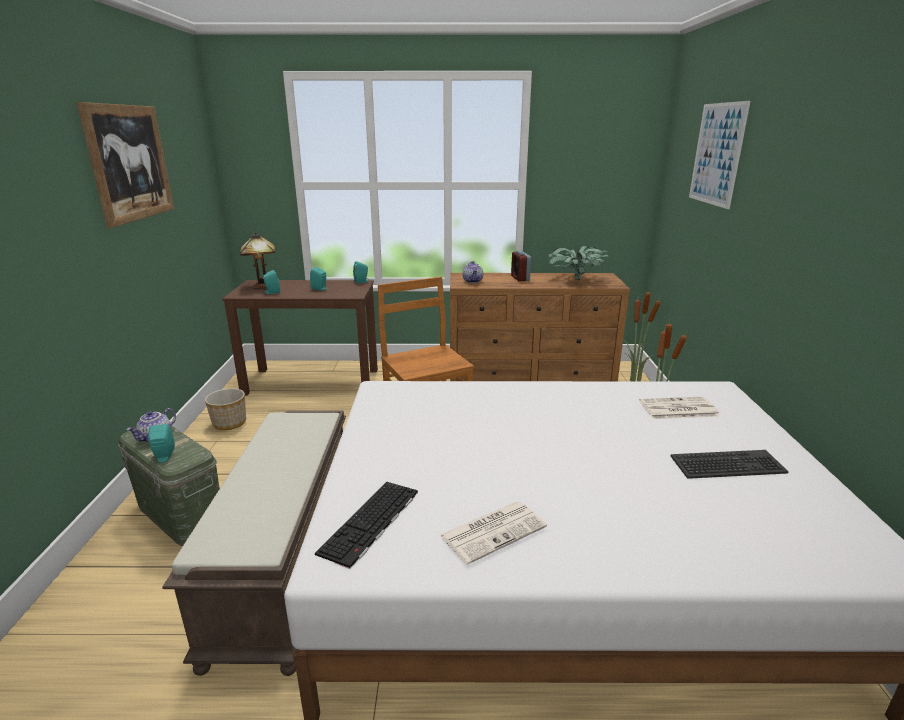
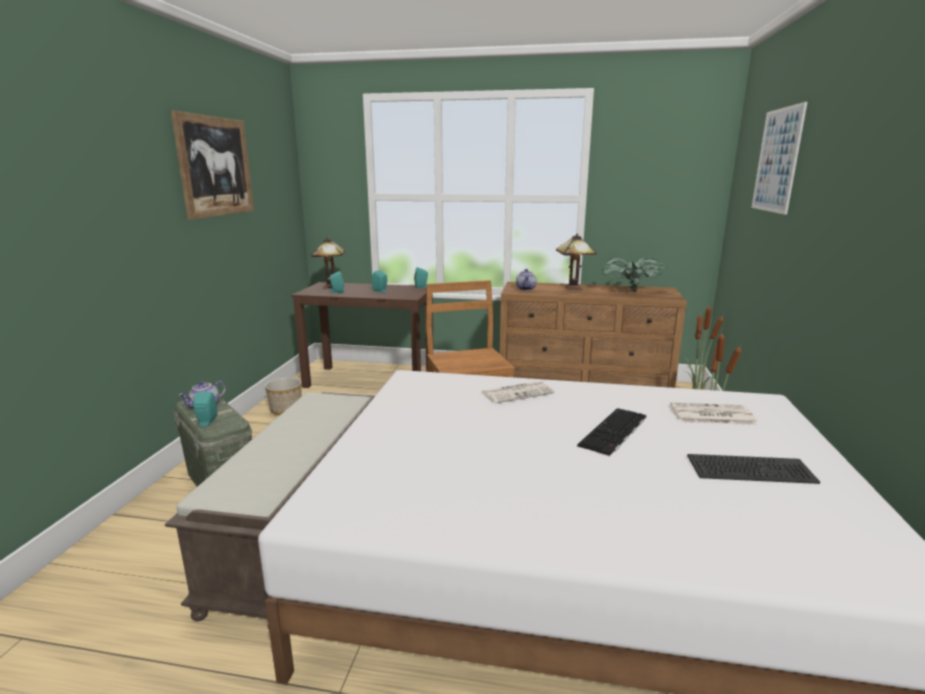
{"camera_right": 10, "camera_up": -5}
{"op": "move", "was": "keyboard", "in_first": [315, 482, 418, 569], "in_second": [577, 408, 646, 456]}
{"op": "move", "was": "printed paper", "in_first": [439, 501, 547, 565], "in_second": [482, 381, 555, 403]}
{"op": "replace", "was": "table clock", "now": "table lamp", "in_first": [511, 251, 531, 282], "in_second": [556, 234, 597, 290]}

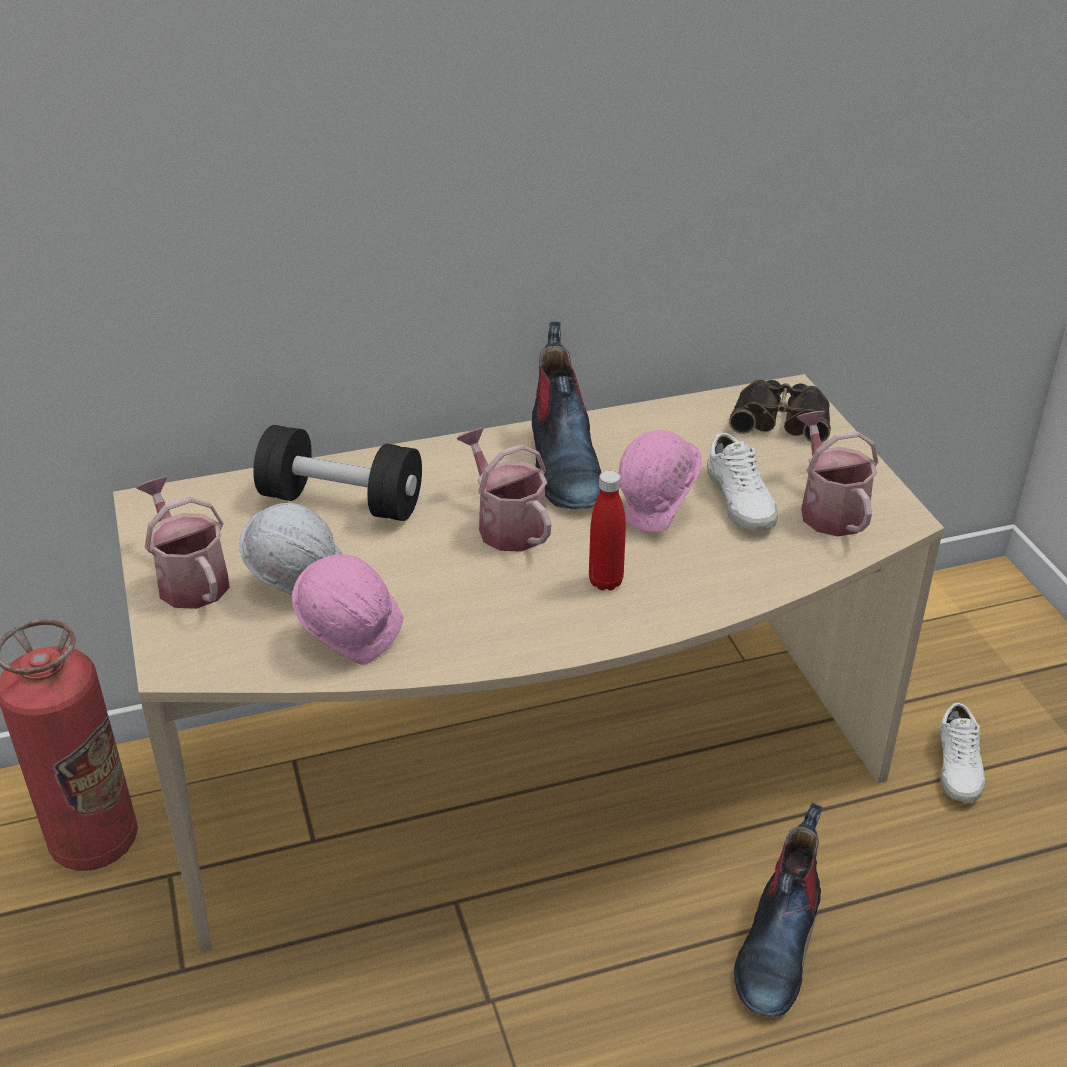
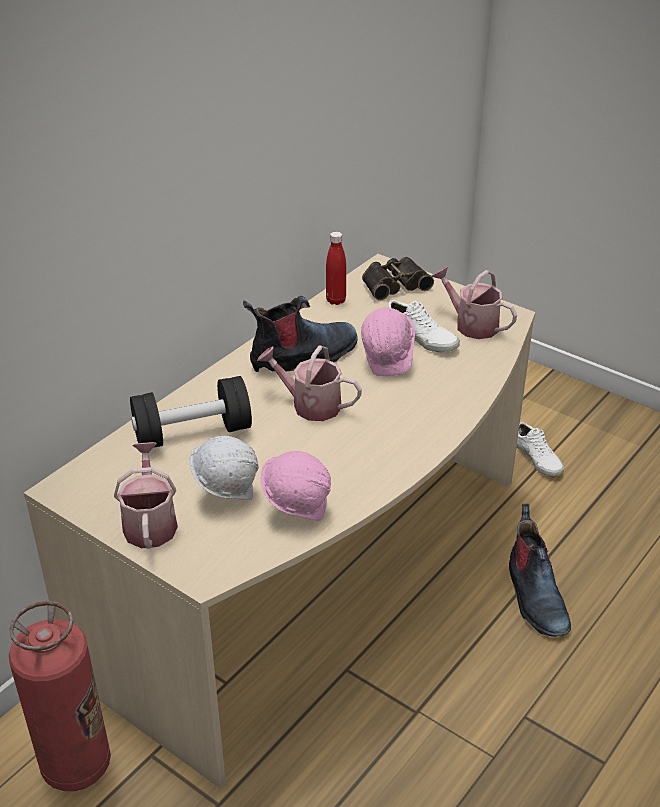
{"camera_right": -35, "camera_up": 0}
{"op": "move", "was": "red-coloured drink bottle", "in_first": [589, 471, 626, 590], "in_second": [326, 232, 346, 305]}
{"op": "rotate", "was": "sprinkling can", "in_first": [137, 477, 230, 609], "in_second": [114, 442, 178, 549], "clockwise": 60}
{"op": "rotate", "was": "tall boot", "in_first": [532, 322, 601, 510], "in_second": [243, 296, 358, 372], "clockwise": -75}

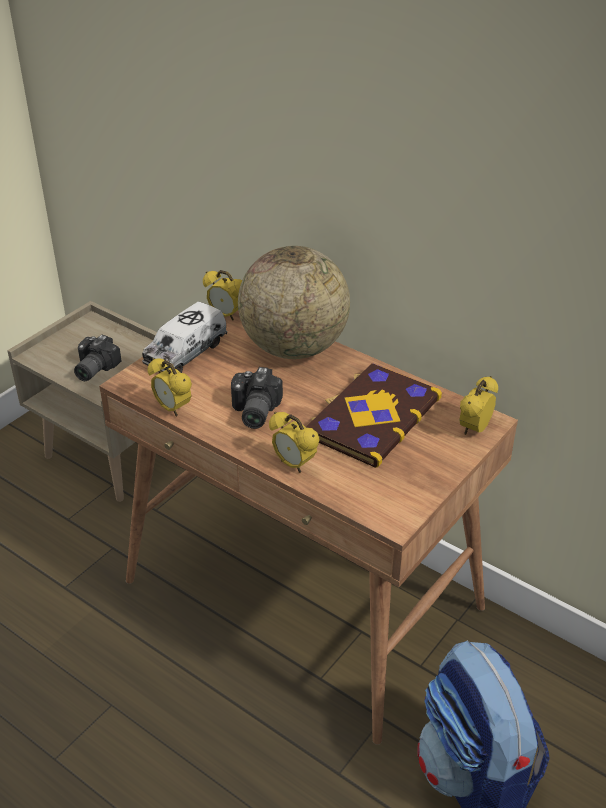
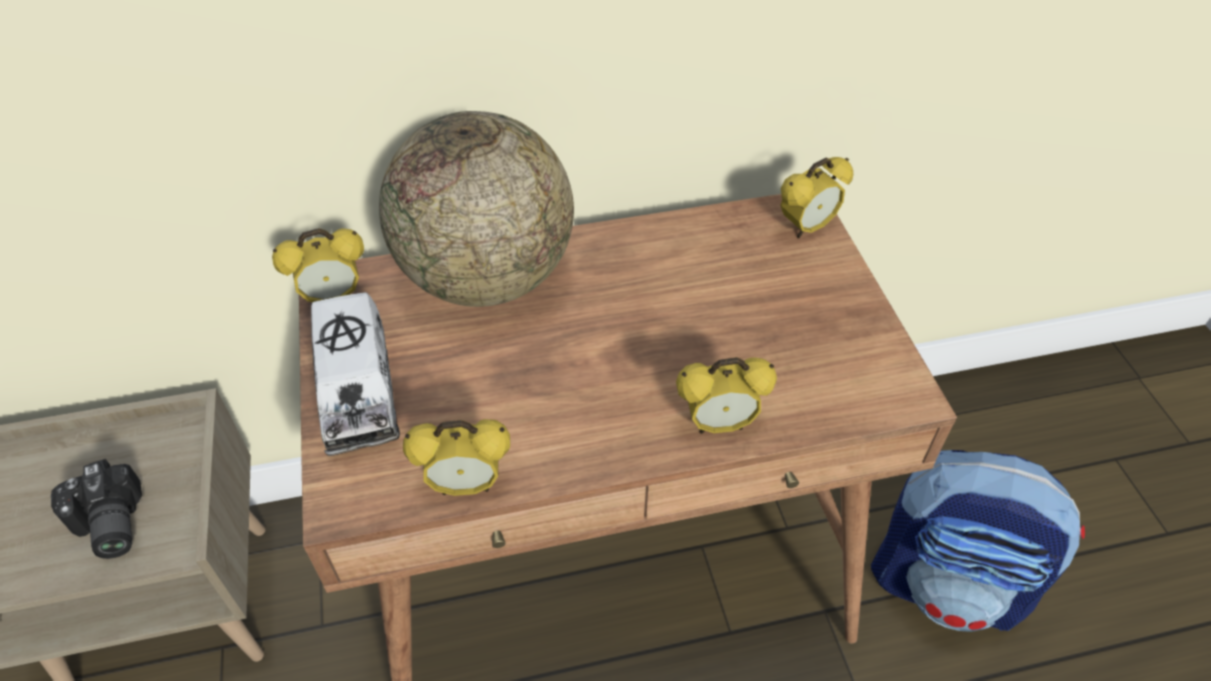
{"camera_right": -50, "camera_up": 10}
{"op": "delete", "was": "photo camera", "in_first": [231, 367, 283, 429]}
{"op": "delete", "was": "volume", "in_first": [306, 363, 442, 468]}
{"op": "rotate", "was": "table clock", "in_first": [459, 376, 498, 435], "in_second": [780, 157, 853, 238], "clockwise": -105}

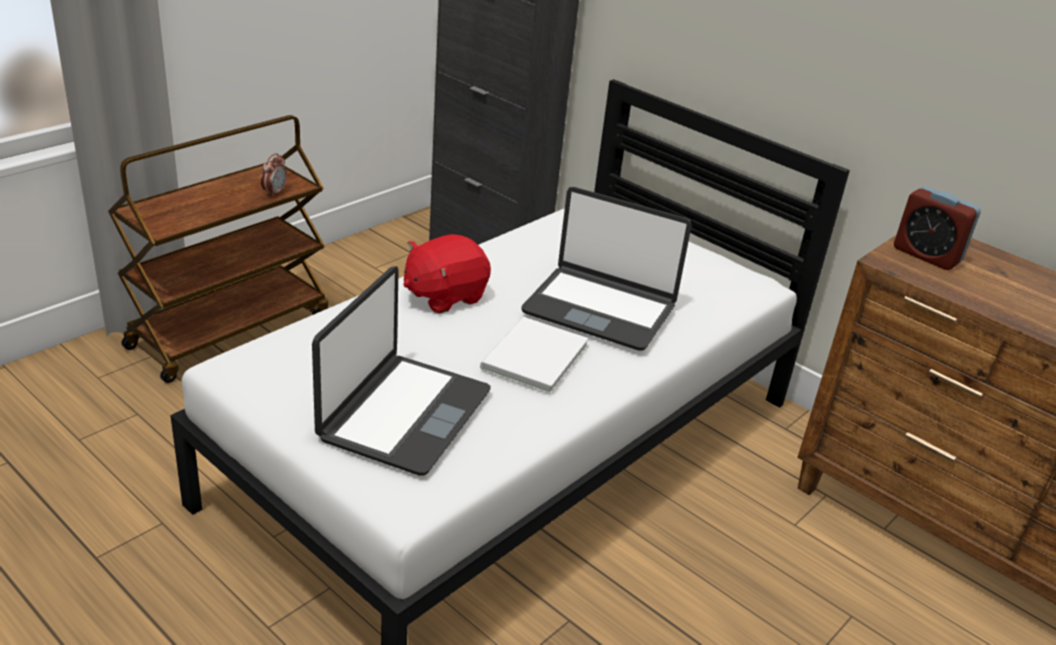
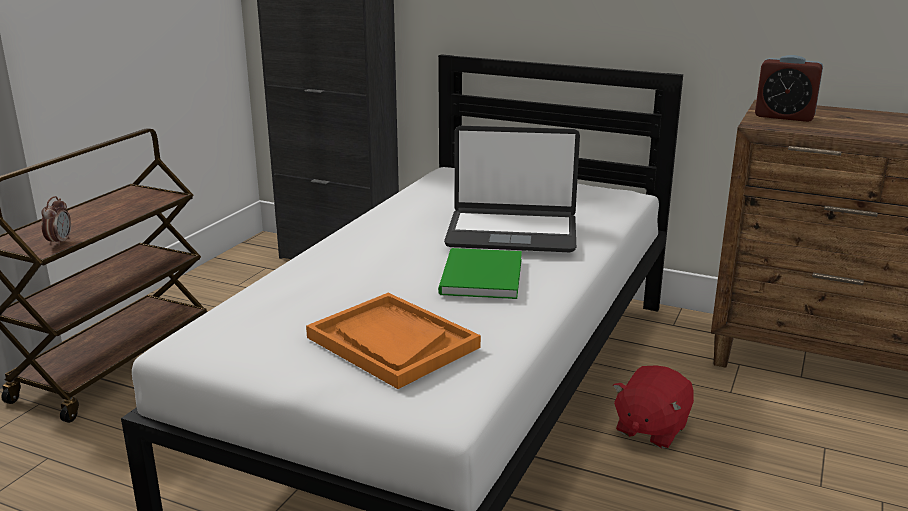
{"camera_right": -15, "camera_up": -10}
{"op": "move", "was": "table clock", "in_first": [261, 153, 287, 197], "in_second": [41, 196, 71, 246]}
{"op": "move", "was": "red-coloured plush toy", "in_first": [403, 234, 491, 314], "in_second": [613, 365, 694, 448]}
{"op": "replace", "was": "laptop", "now": "orange carrying tray", "in_first": [312, 266, 491, 476], "in_second": [306, 293, 481, 389]}
{"op": "recolor", "was": "whitish volume", "now": "greenish volume", "in_first": [480, 317, 589, 394], "in_second": [438, 248, 522, 299]}

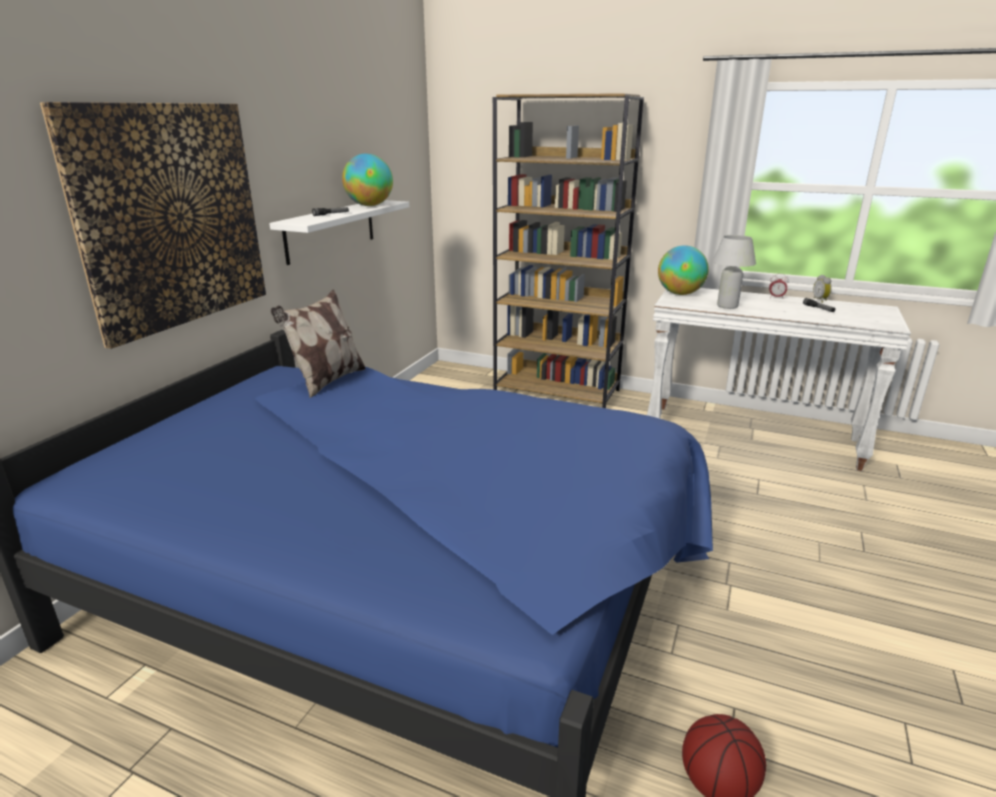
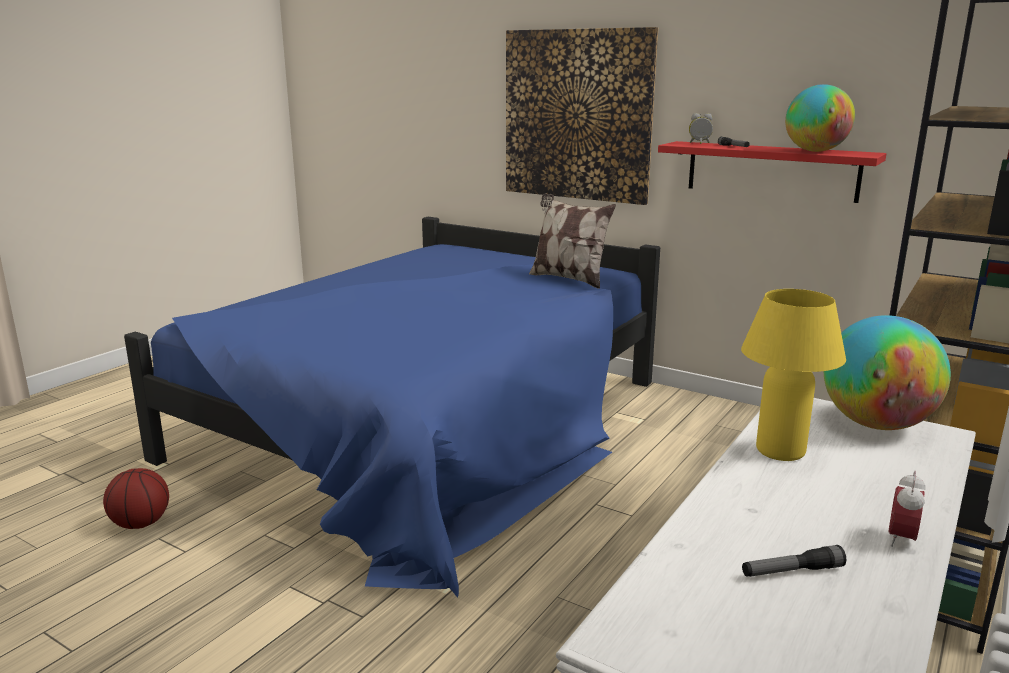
{"camera_right": 100, "camera_up": -5}
{"op": "move", "was": "table clock", "in_first": [813, 275, 832, 303], "in_second": [689, 113, 713, 144]}
{"op": "recolor", "was": "whitish bracket shelf", "now": "red-coloured bracket shelf", "in_first": [269, 200, 409, 265], "in_second": [658, 141, 886, 203]}
{"op": "recolor", "was": "whitish table lamp", "now": "yellow table lamp", "in_first": [712, 235, 756, 309], "in_second": [741, 289, 846, 461]}

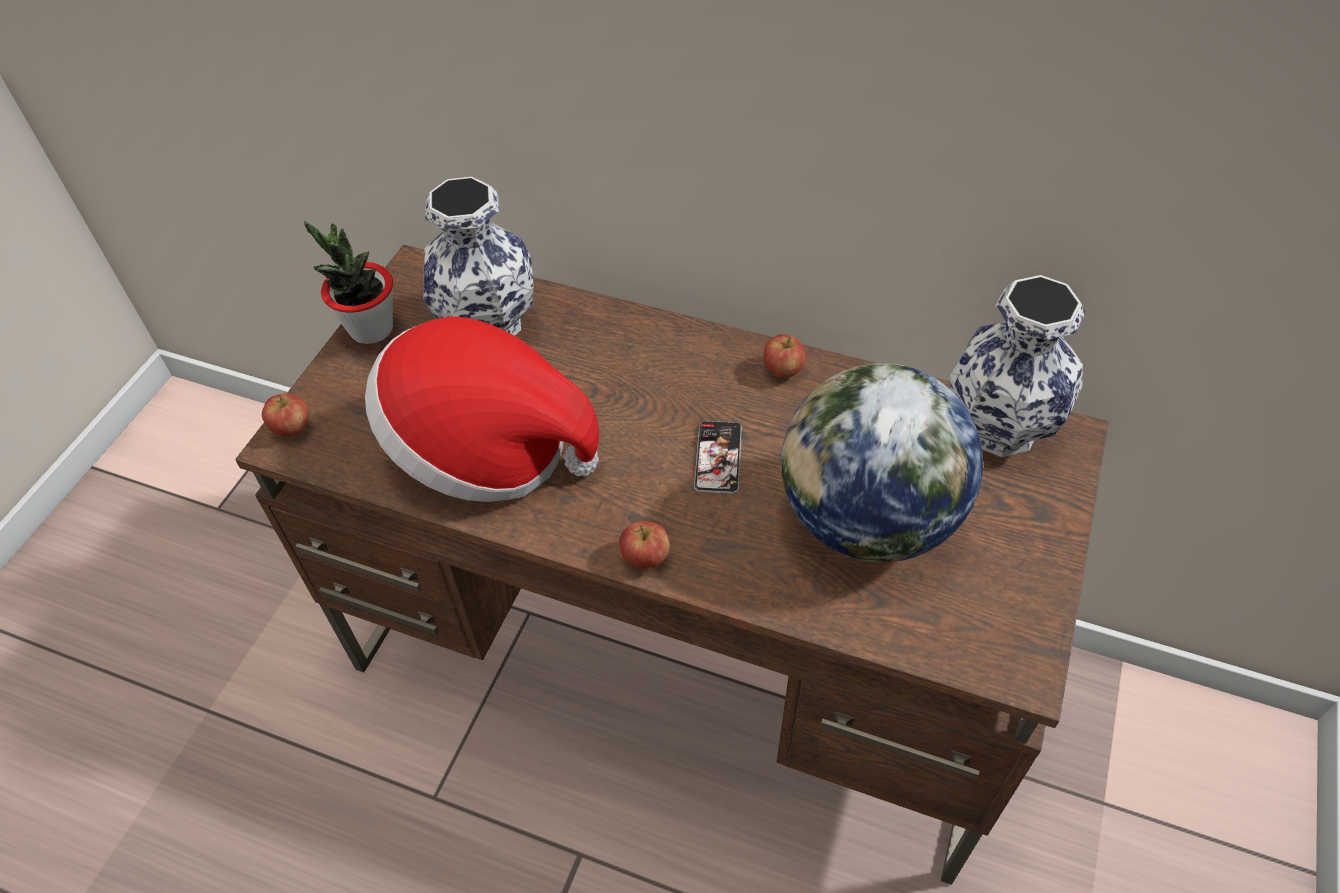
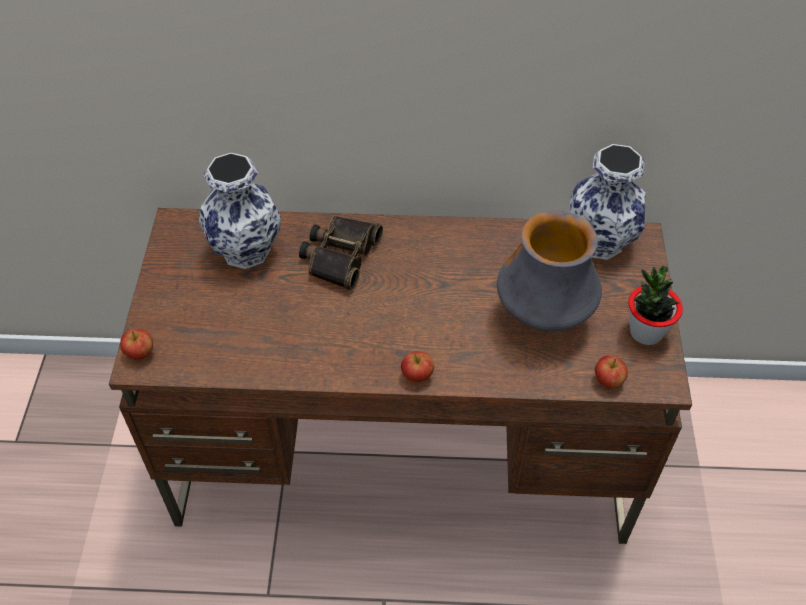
{"camera_right": -20, "camera_up": 0}
{"op": "delete", "was": "hat", "in_first": [365, 316, 599, 502]}
{"op": "delete", "was": "handset", "in_first": [694, 421, 742, 494]}
{"op": "insert", "now": "pair of binoculars", "in_second": [299, 216, 383, 290]}
{"op": "move", "was": "plant in a pot", "in_first": [304, 221, 393, 344], "in_second": [628, 266, 683, 345]}
{"op": "move", "was": "whole apple", "in_first": [764, 334, 806, 378], "in_second": [595, 356, 628, 388]}
{"op": "replace", "was": "globe", "now": "vase", "in_first": [781, 363, 983, 562], "in_second": [497, 211, 602, 331]}

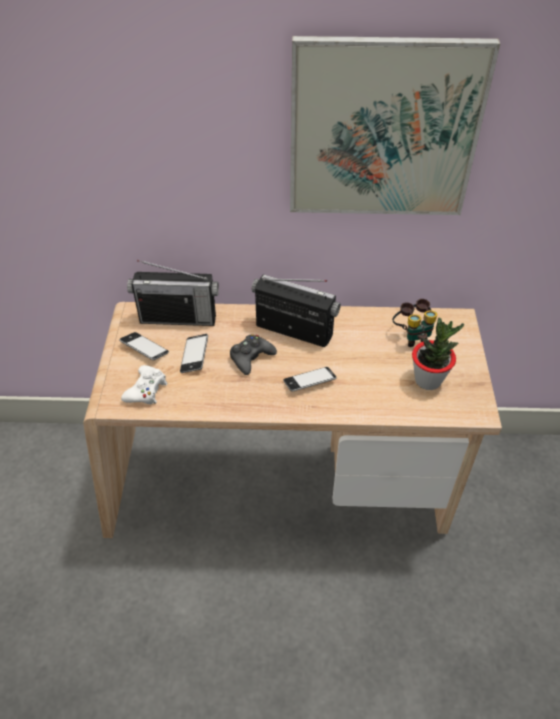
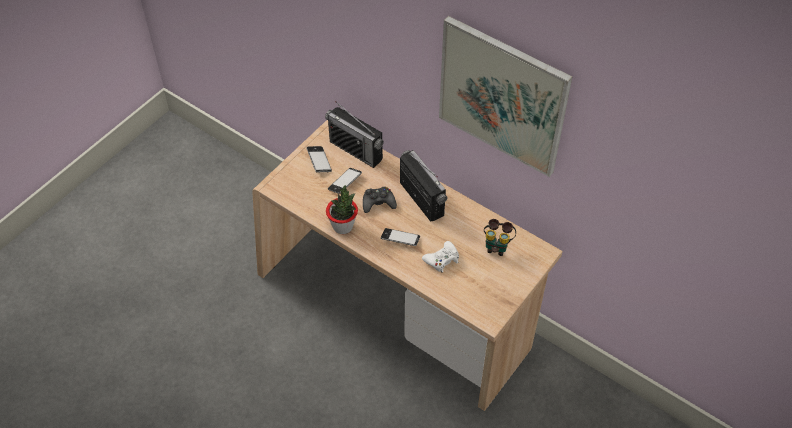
{"camera_right": 35, "camera_up": 5}
{"op": "move", "was": "whitish gamepad", "in_first": [121, 365, 167, 404], "in_second": [422, 241, 459, 273]}
{"op": "move", "was": "plant in a pot", "in_first": [412, 317, 464, 390], "in_second": [326, 185, 358, 234]}

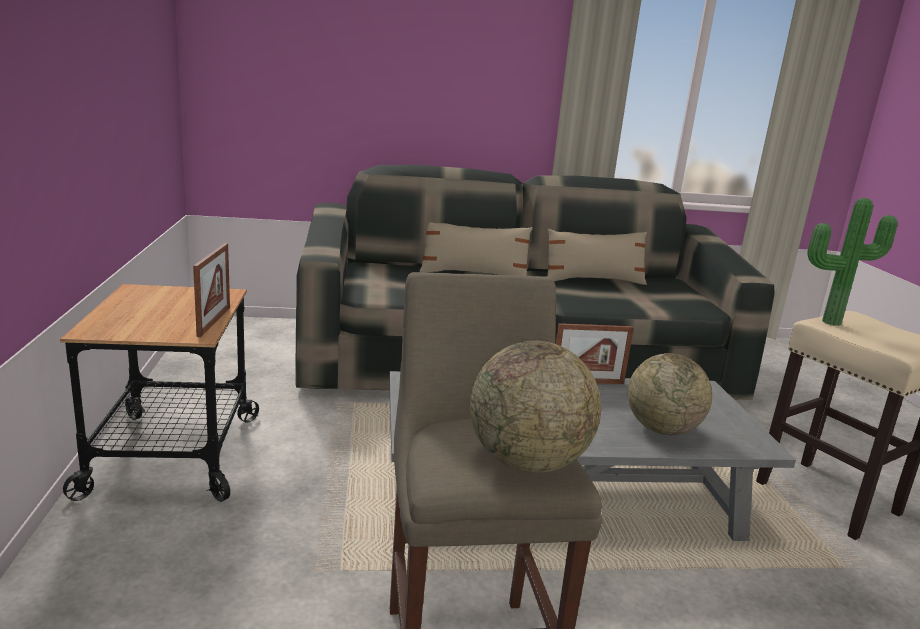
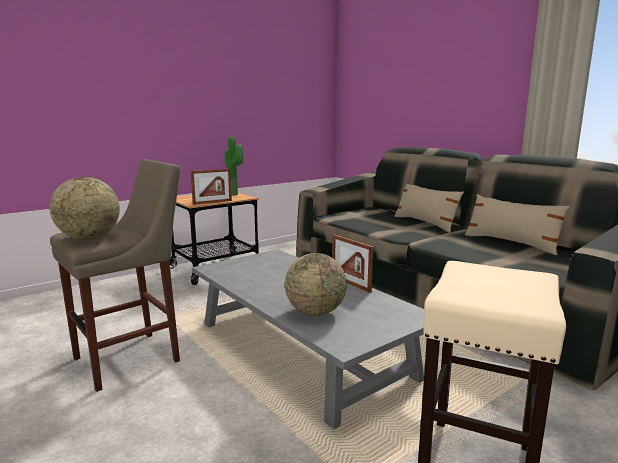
{"camera_right": 60, "camera_up": -5}
{"op": "move", "was": "plant in a pot", "in_first": [808, 198, 898, 326], "in_second": [225, 137, 243, 195]}

